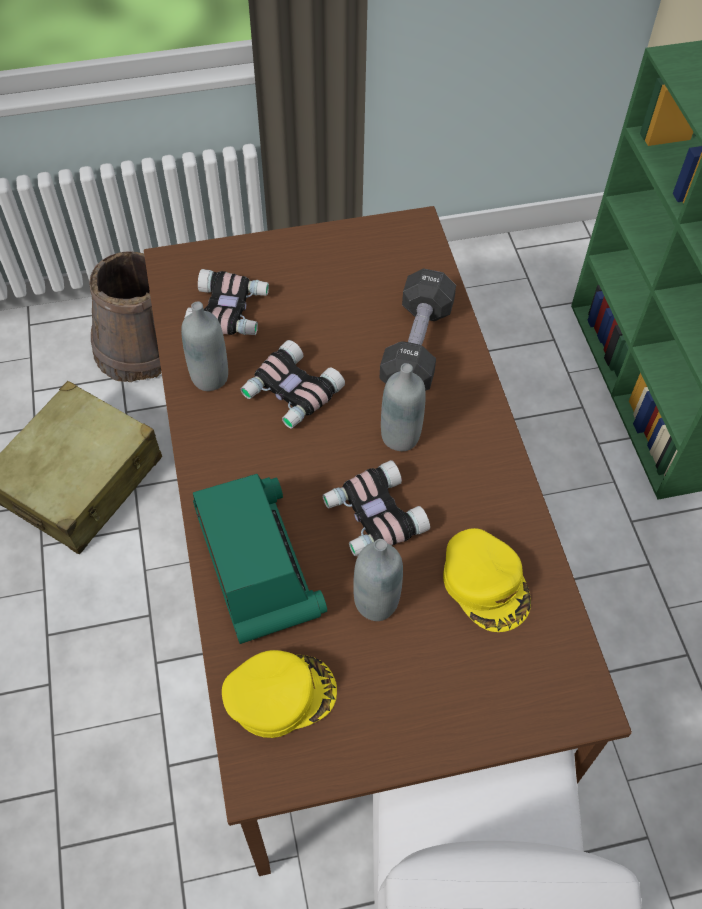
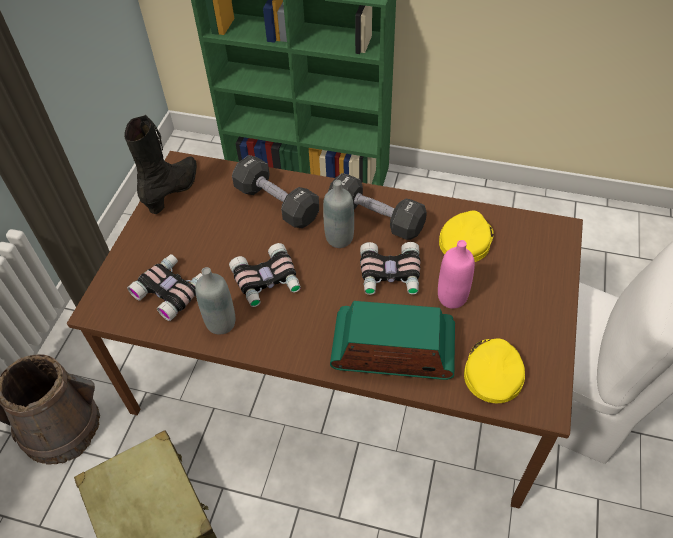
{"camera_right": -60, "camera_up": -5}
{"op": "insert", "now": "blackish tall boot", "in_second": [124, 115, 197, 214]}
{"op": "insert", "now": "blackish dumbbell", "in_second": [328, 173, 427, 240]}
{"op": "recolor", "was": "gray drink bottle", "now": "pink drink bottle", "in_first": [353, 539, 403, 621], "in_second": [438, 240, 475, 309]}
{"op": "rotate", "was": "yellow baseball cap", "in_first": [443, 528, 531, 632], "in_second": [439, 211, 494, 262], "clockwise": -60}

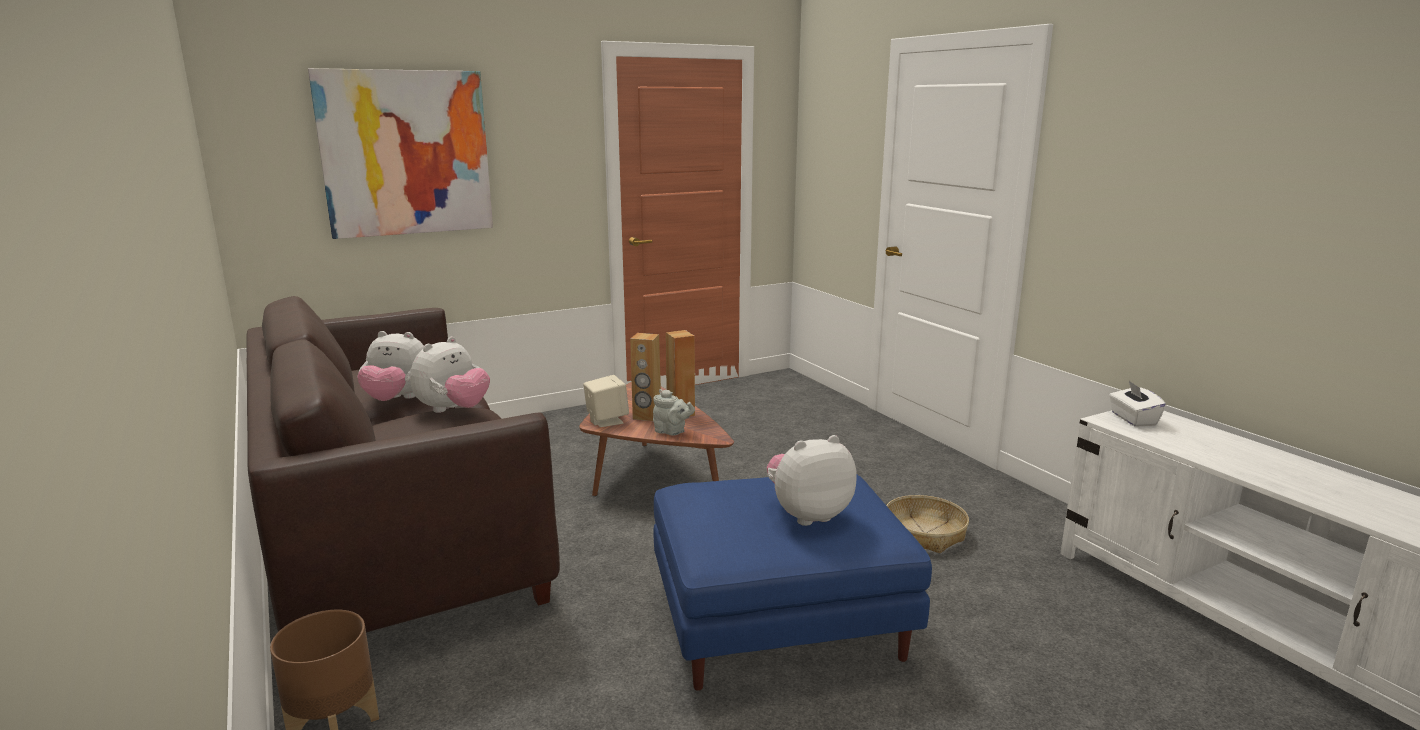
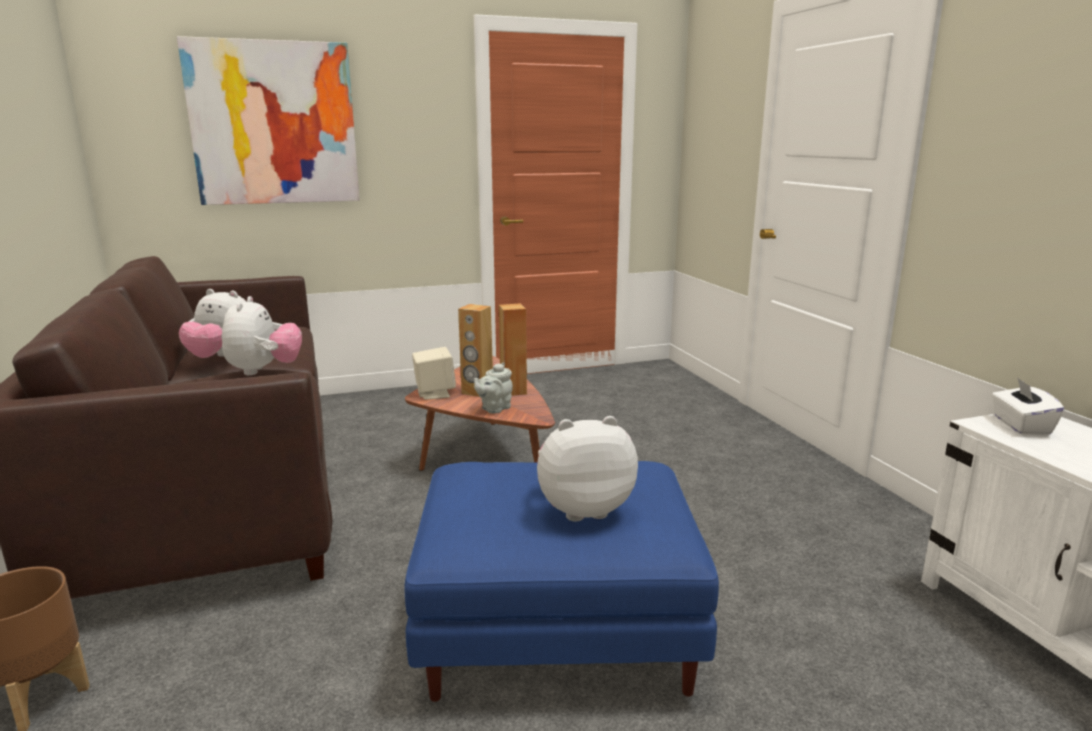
{"camera_right": 10, "camera_up": 0}
{"op": "delete", "was": "storage basket", "in_first": [886, 495, 969, 553]}
{"op": "rotate", "was": "plush toy", "in_first": [410, 337, 490, 413], "in_second": [222, 296, 302, 375], "clockwise": -45}
{"op": "rotate", "was": "gray teapot", "in_first": [653, 389, 695, 435], "in_second": [474, 362, 513, 414], "clockwise": 90}

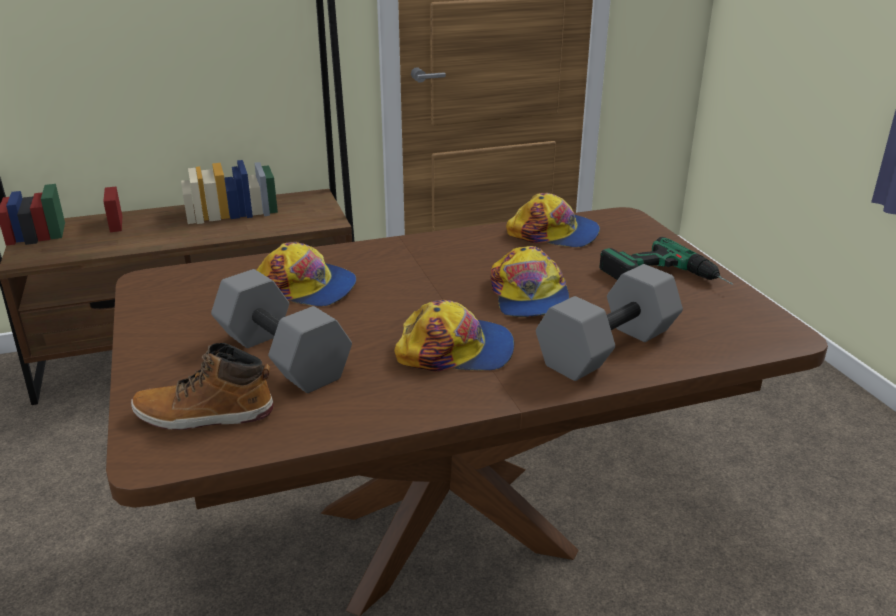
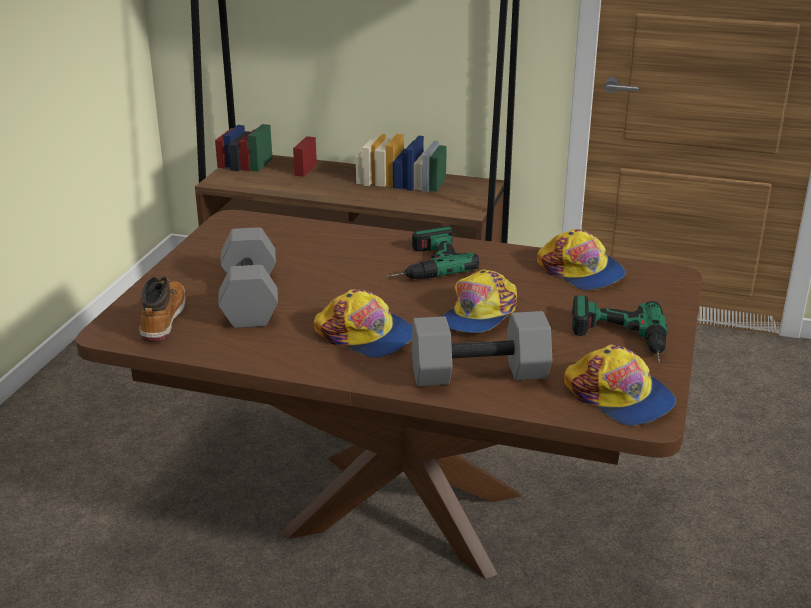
{"camera_right": 35, "camera_up": 0}
{"op": "insert", "now": "electric drill", "in_second": [387, 226, 479, 279]}
{"op": "move", "was": "baseball cap", "in_first": [257, 242, 356, 306], "in_second": [564, 345, 676, 426]}
{"op": "rotate", "was": "tall boot", "in_first": [131, 343, 274, 430], "in_second": [139, 276, 186, 342], "clockwise": 60}

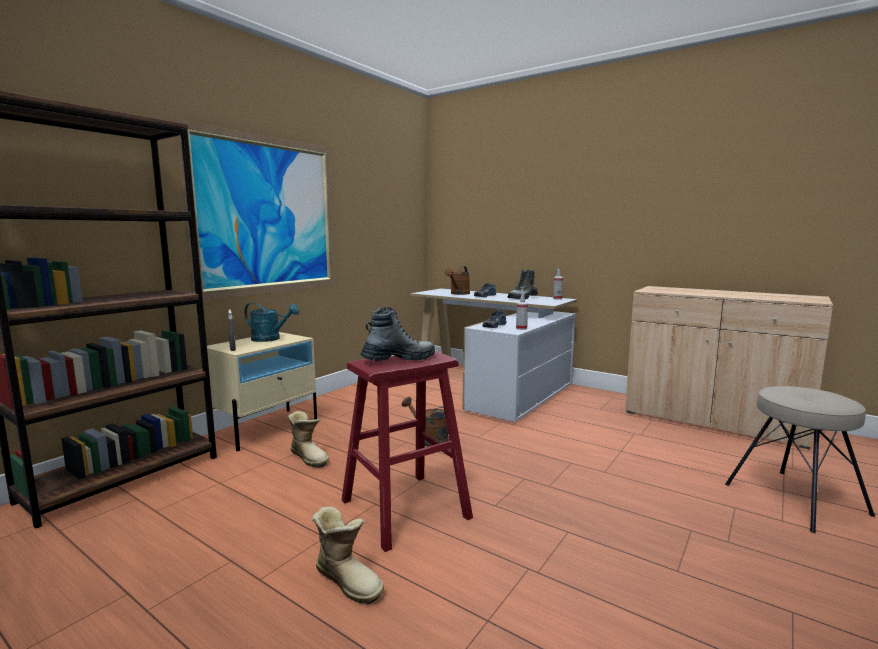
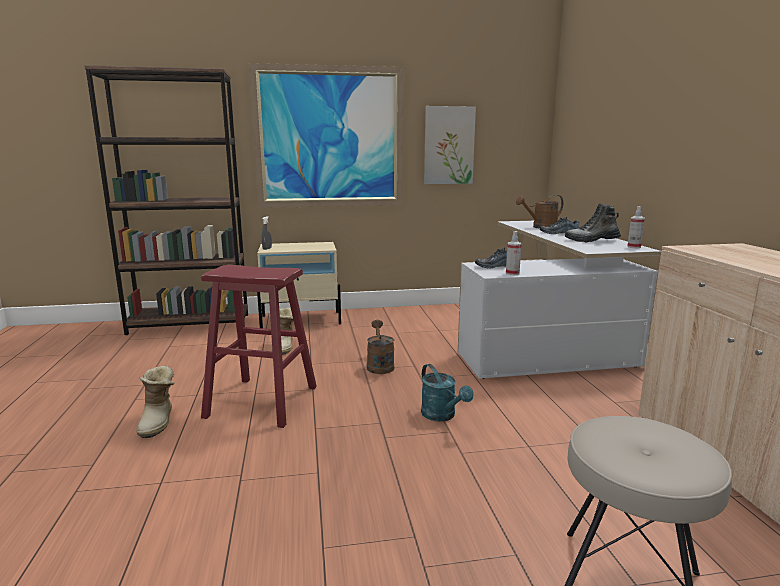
{"camera_right": 45, "camera_up": 5}
{"op": "delete", "was": "tall boot", "in_first": [360, 307, 435, 361]}
{"op": "insert", "now": "picture", "in_second": [424, 106, 476, 184]}
{"op": "move", "was": "blue-green sprinkling can", "in_first": [244, 302, 300, 342], "in_second": [421, 364, 473, 421]}

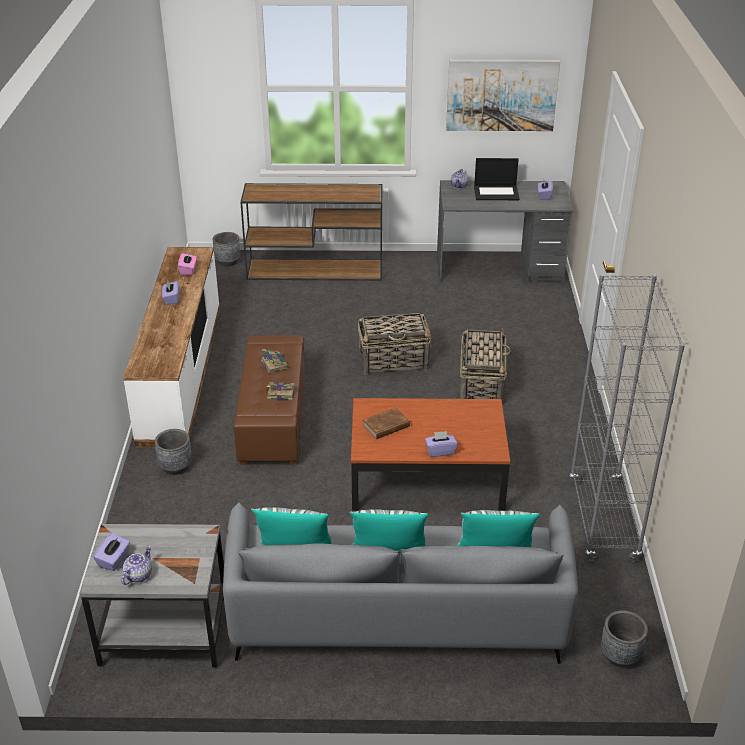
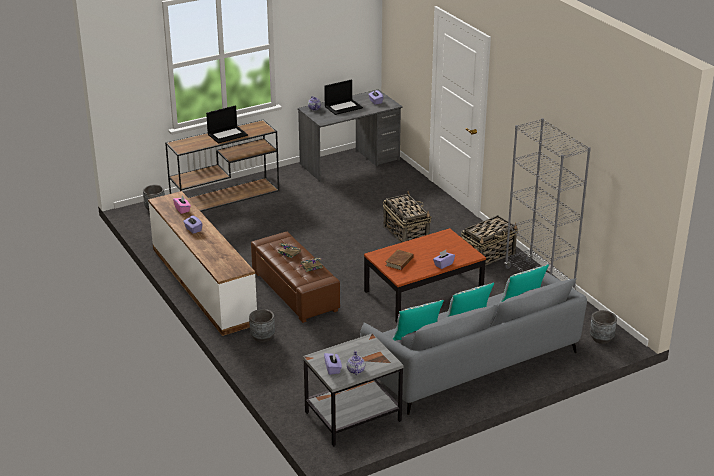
{"camera_right": -30, "camera_up": -5}
{"op": "delete", "was": "picture", "in_first": [446, 60, 560, 131]}
{"op": "insert", "now": "laptop", "in_second": [206, 105, 248, 144]}
{"op": "move", "was": "storage basket", "in_first": [358, 313, 432, 375], "in_second": [461, 215, 518, 269]}

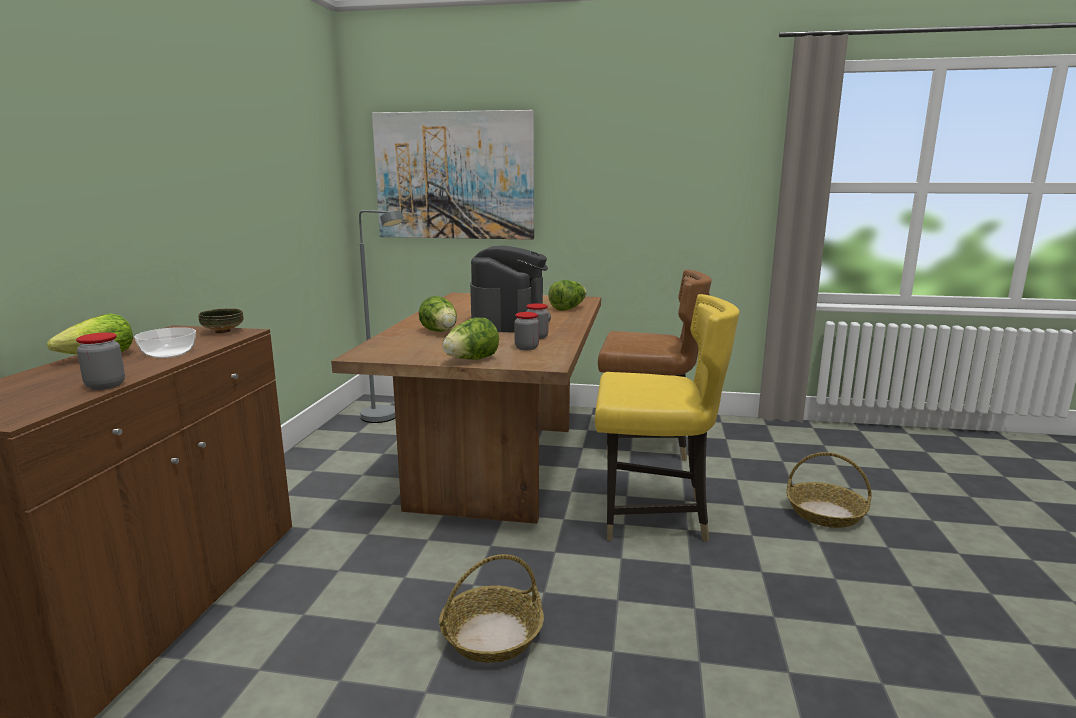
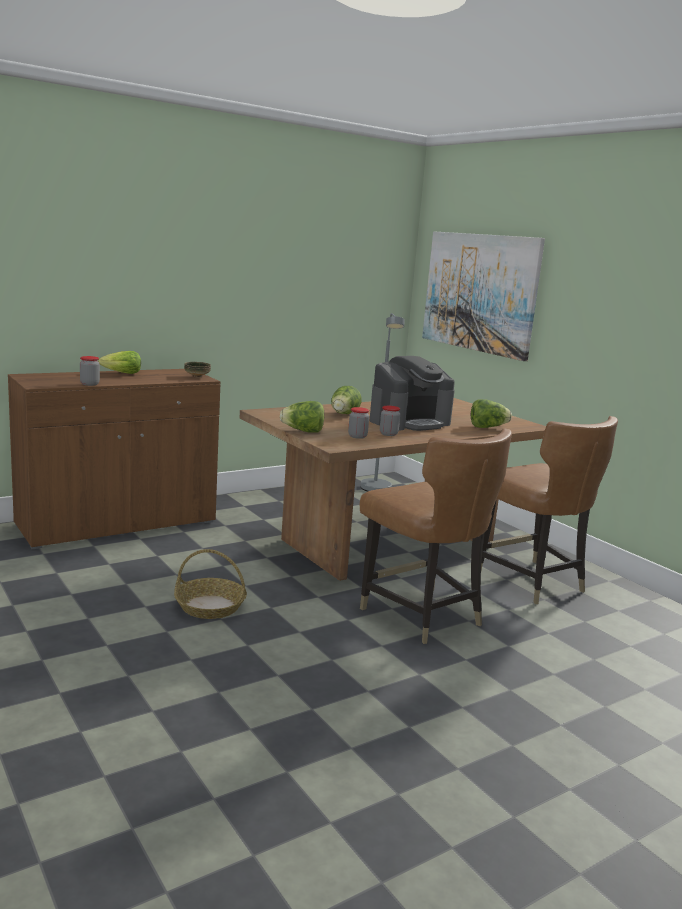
{"camera_right": 45, "camera_up": 0}
{"op": "delete", "was": "deep dish", "in_first": [134, 327, 196, 358]}
{"op": "delete", "was": "storage basket", "in_first": [787, 452, 872, 528]}
{"op": "recolor", "was": "yellow plain chair", "now": "brownish plain chair", "in_first": [595, 294, 740, 542], "in_second": [360, 428, 512, 644]}

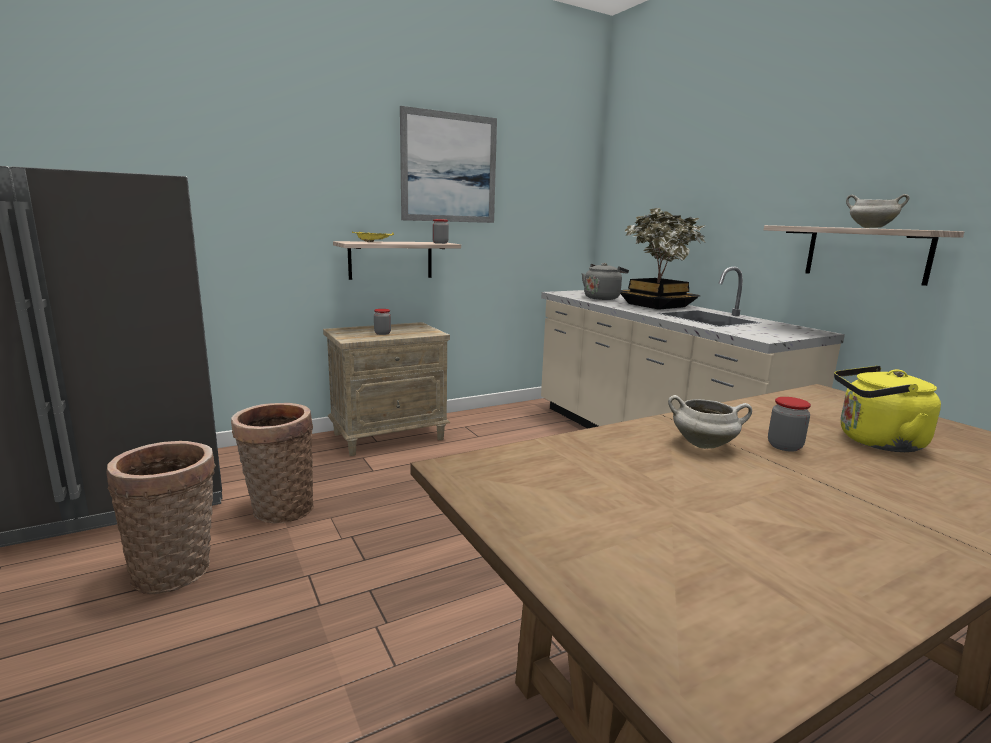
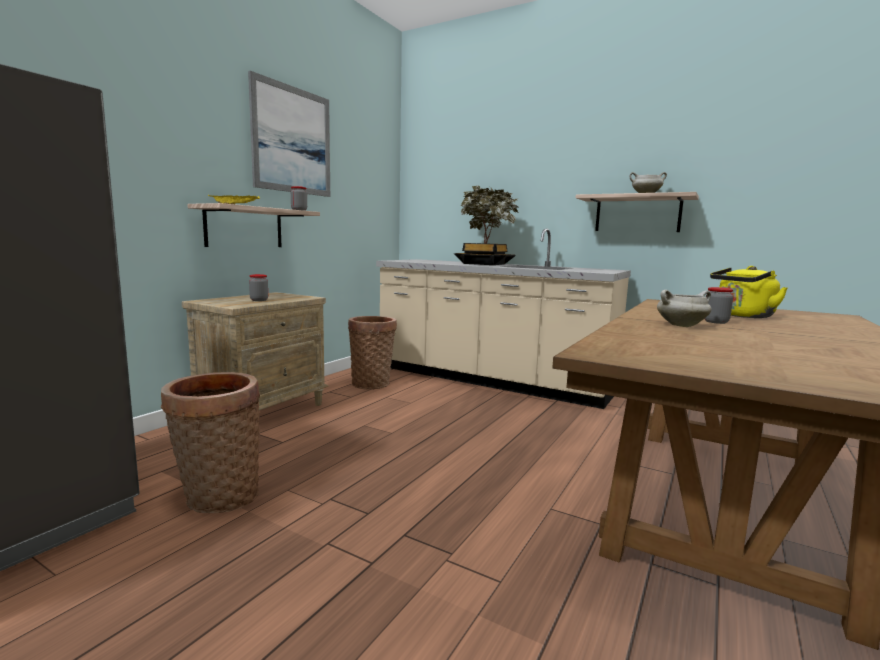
{"camera_right": -30, "camera_up": -5}
{"op": "delete", "was": "gray water kettle", "in_first": [582, 263, 629, 300]}
{"op": "move", "was": "storage basket", "in_first": [106, 441, 216, 594], "in_second": [348, 316, 397, 389]}

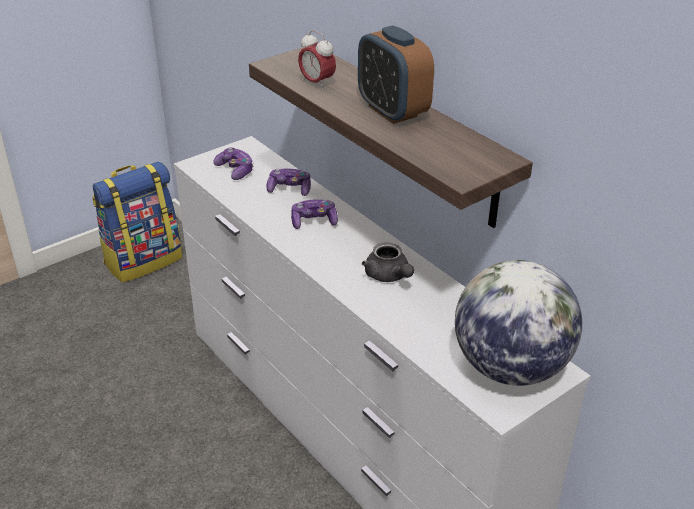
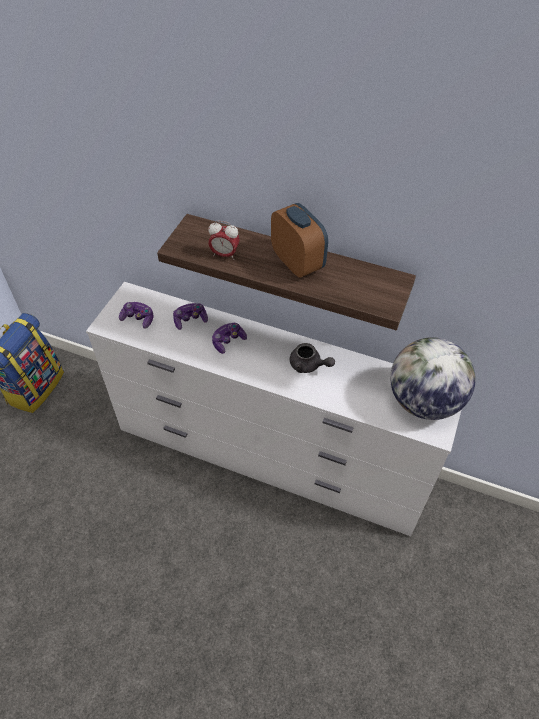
{"camera_right": -30, "camera_up": 15}
{"op": "rotate", "was": "table clock", "in_first": [358, 25, 434, 124], "in_second": [271, 203, 328, 278], "clockwise": -150}

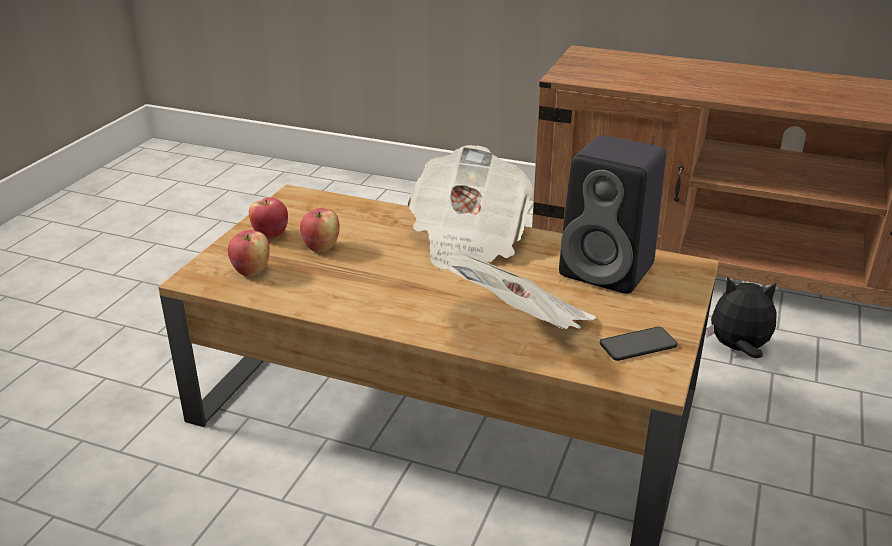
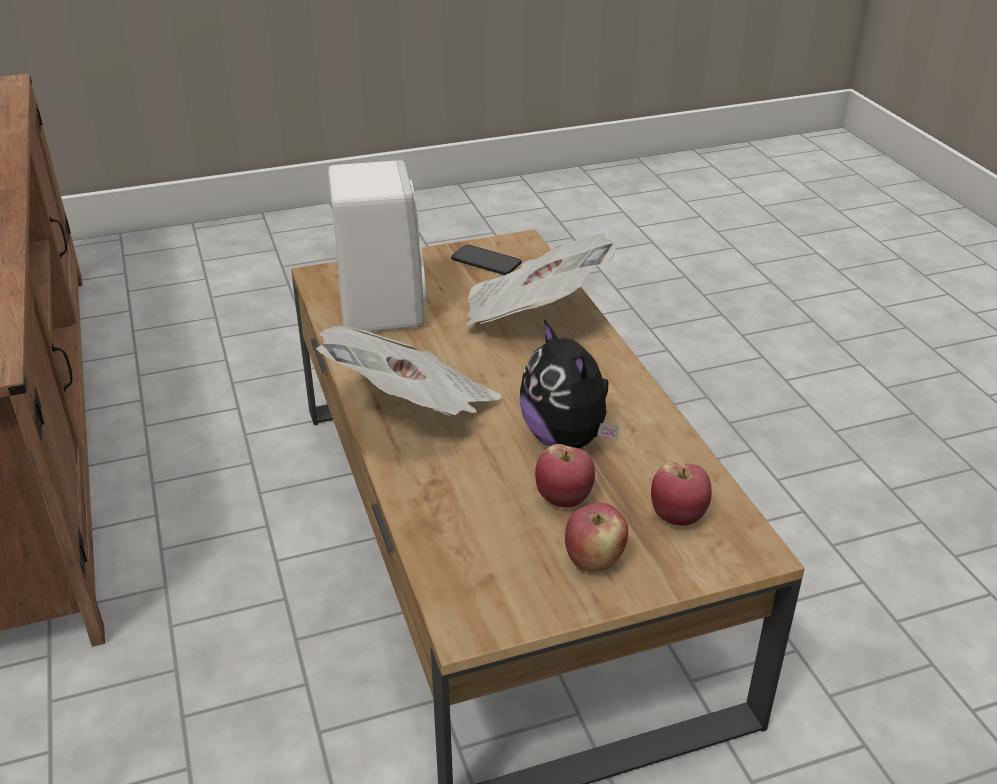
{"camera_right": -130, "camera_up": 5}
{"op": "move", "was": "plush toy", "in_first": [706, 277, 777, 358], "in_second": [520, 319, 619, 449]}
{"op": "recolor", "was": "blackish audio speaker", "now": "whitish audio speaker", "in_first": [559, 135, 666, 294], "in_second": [328, 160, 426, 332]}

